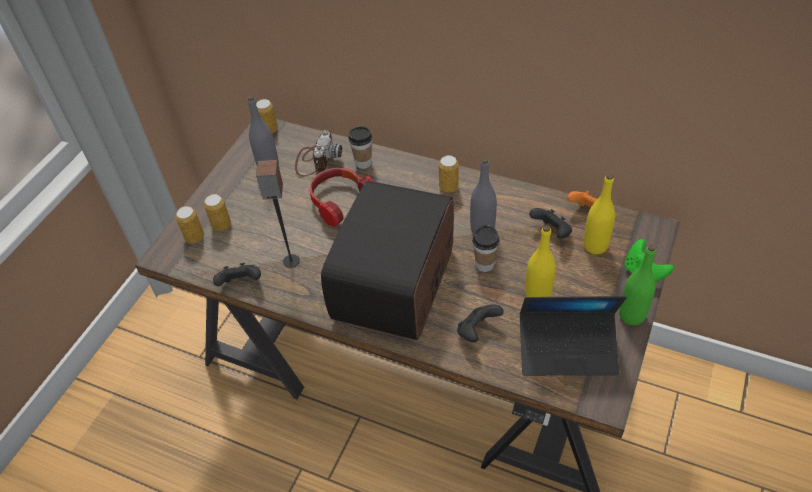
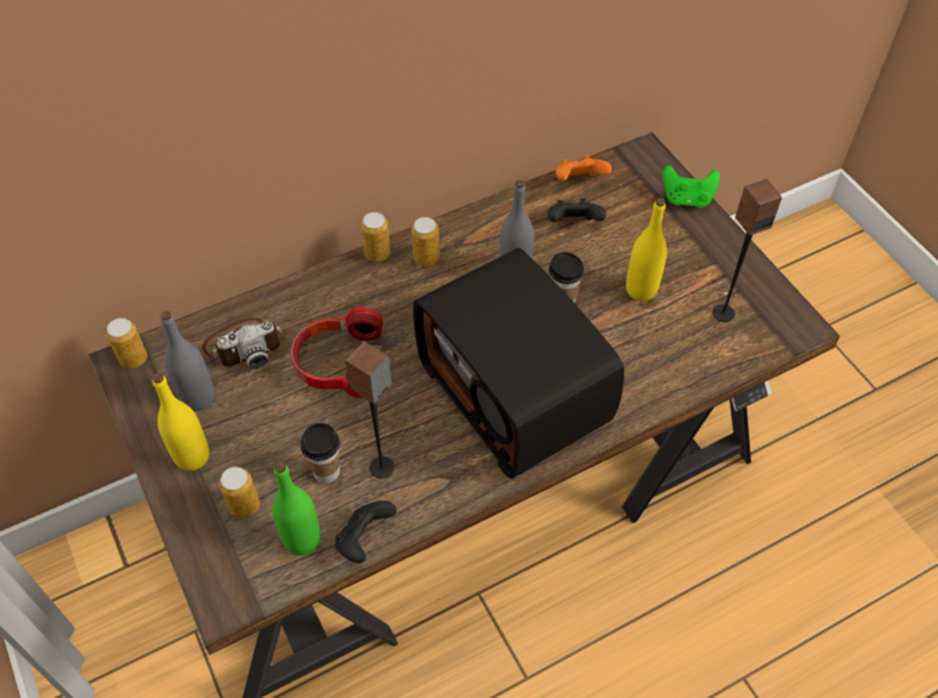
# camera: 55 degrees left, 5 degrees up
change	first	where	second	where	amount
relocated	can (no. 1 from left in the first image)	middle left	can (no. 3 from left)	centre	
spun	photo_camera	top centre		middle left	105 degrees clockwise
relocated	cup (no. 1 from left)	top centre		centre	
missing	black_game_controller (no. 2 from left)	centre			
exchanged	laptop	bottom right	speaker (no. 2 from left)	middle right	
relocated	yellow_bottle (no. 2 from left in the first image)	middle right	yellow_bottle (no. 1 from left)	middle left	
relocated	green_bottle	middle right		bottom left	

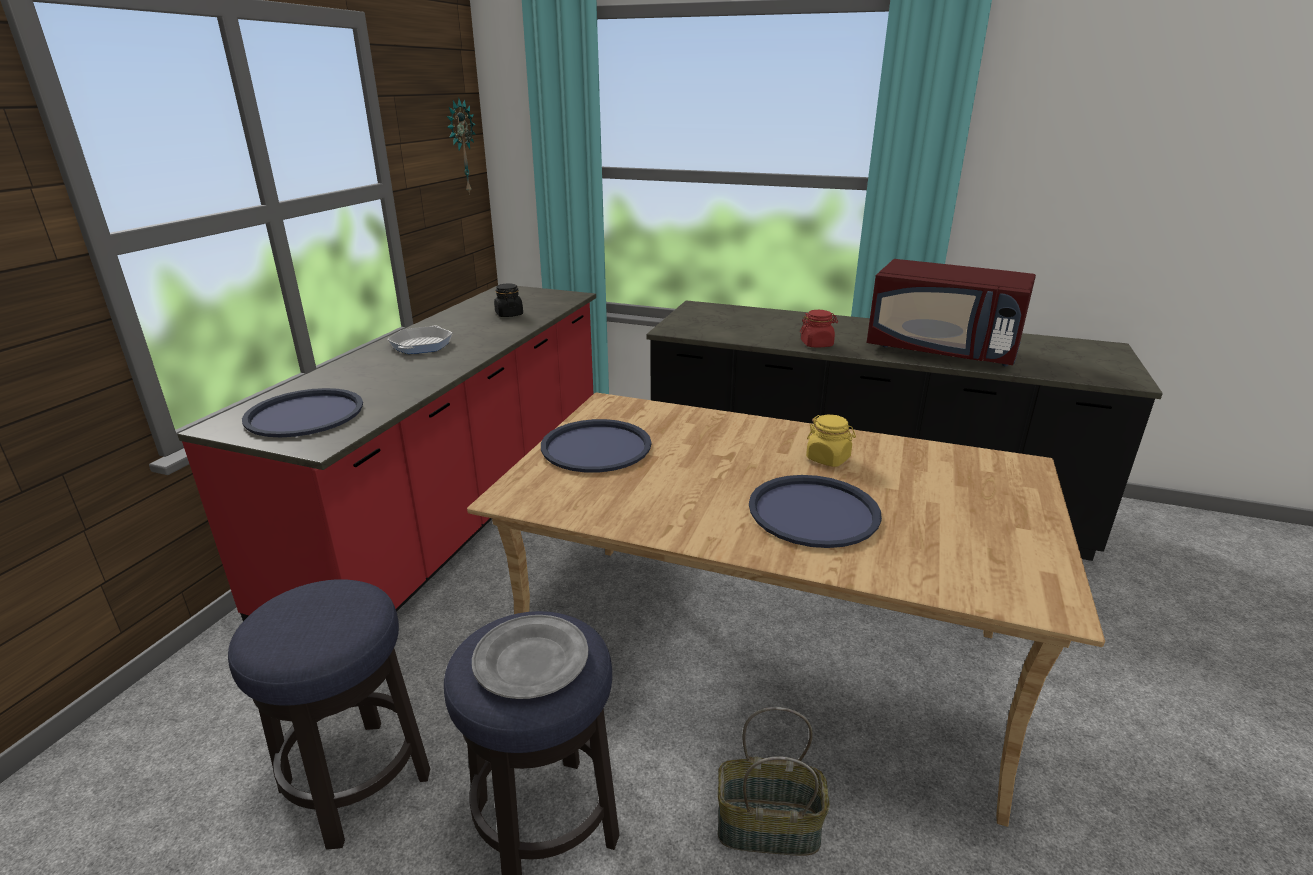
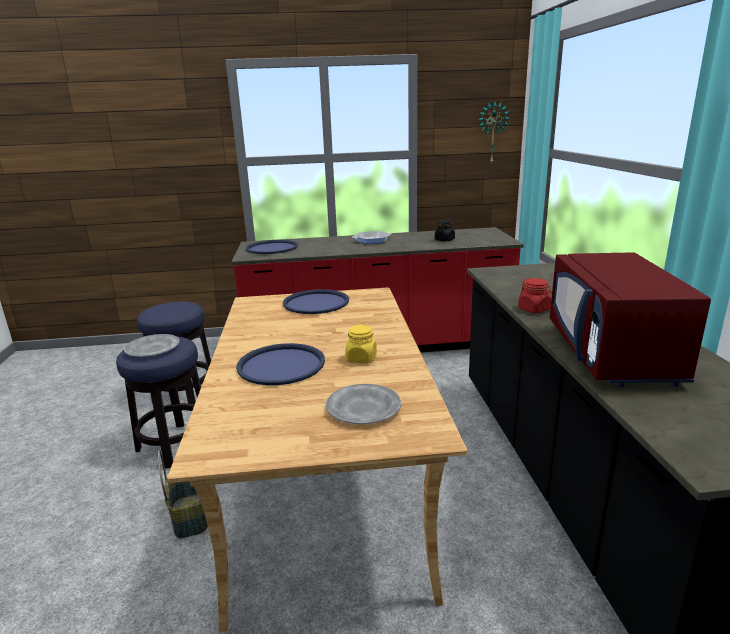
# camera: 65 degrees right, 5 degrees down
change	first	where	second	where	amount
appeared			grey_plate (no. 2 from left)	centre	

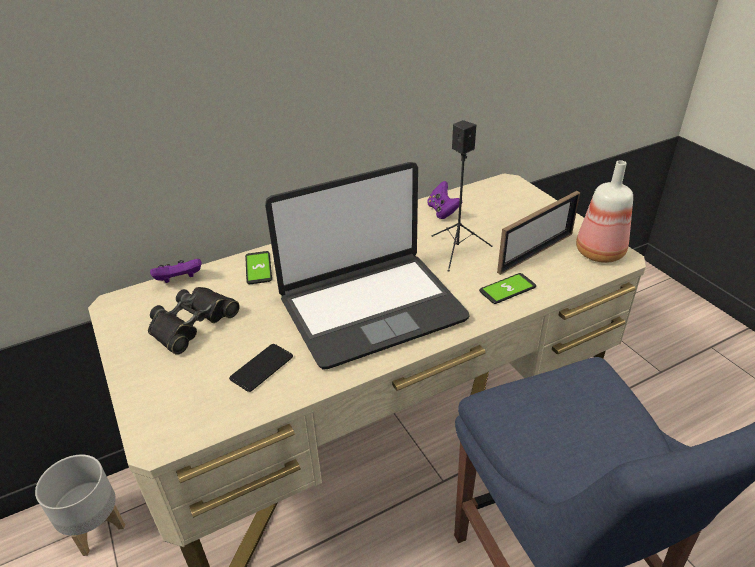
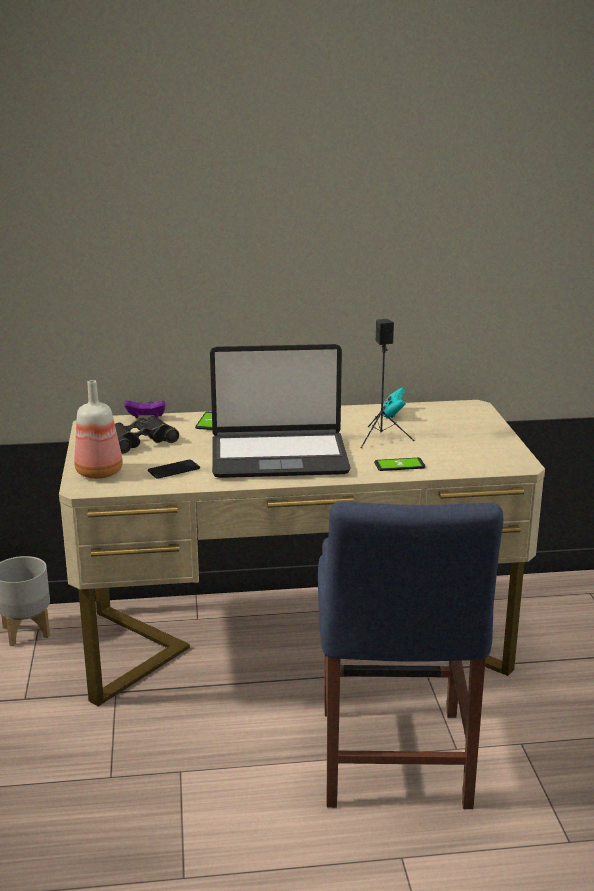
# camera: 20 degrees right, 15 degrees down
change	first	where	second	where	amount
colour	purple_game_controller (no. 2 from left)	centre	turquoise_game_controller	centre	
missing	picture_frame	middle right			
relocated	bottle	middle right		middle left	

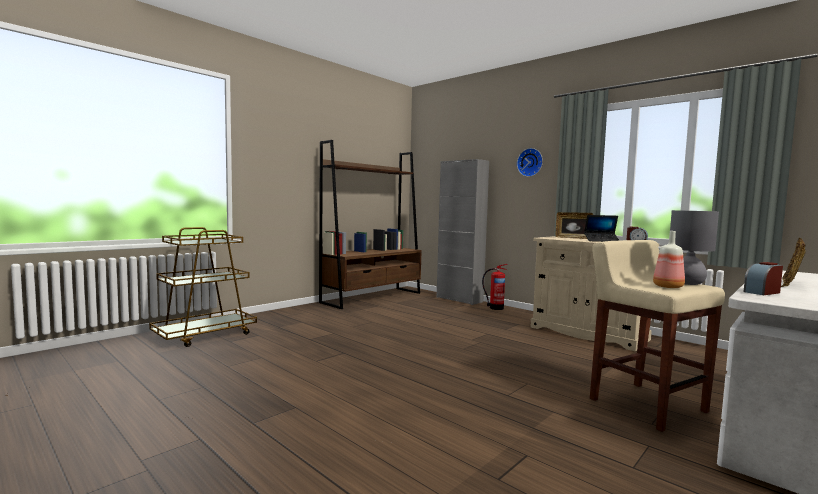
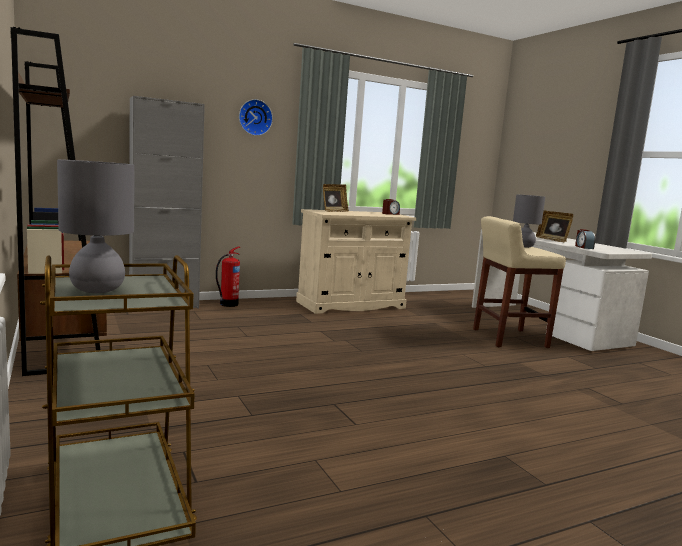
# camera: 70 degrees left, 5 degrees up
change	first	where	second	where	amount
missing	laptop	middle right			
missing	bottle	middle right			
appeared			grey_table_lamp (no. 1 from left)	middle left	

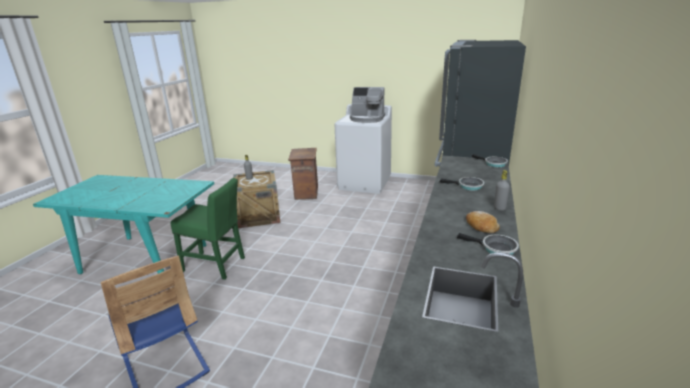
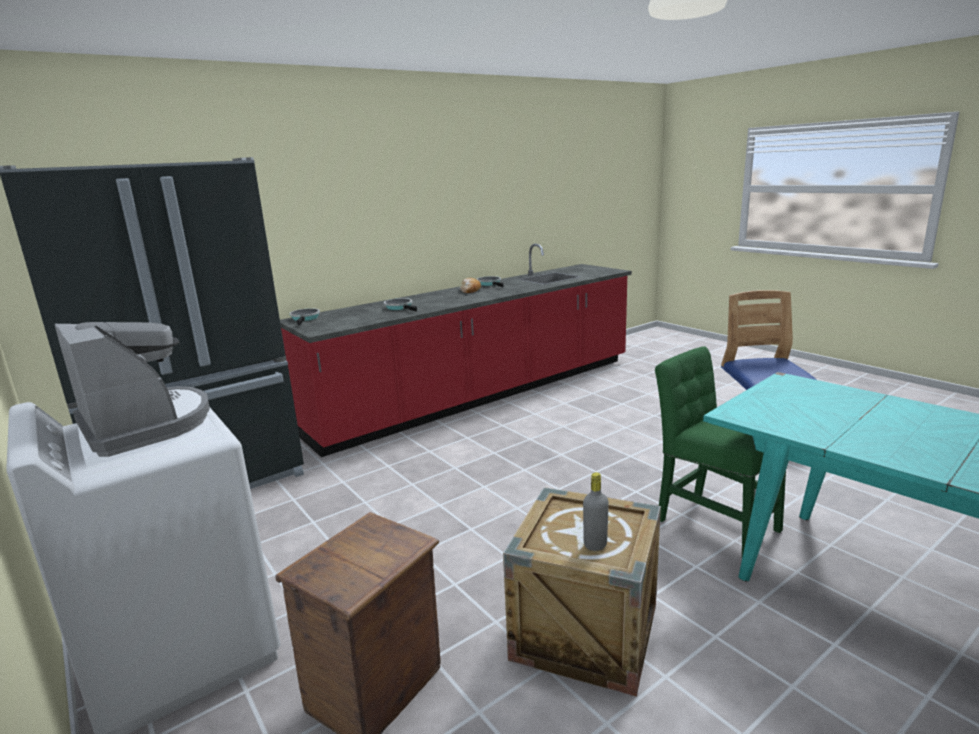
# camera: 145 degrees left, 5 degrees down
change	first	where	second	where	amount
missing	grey_bottle (no. 2 from left)	middle right			

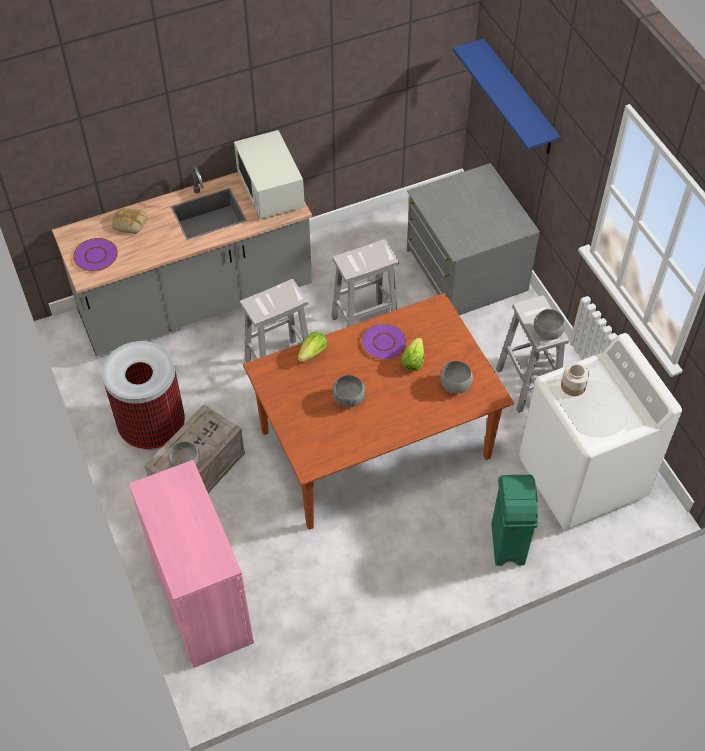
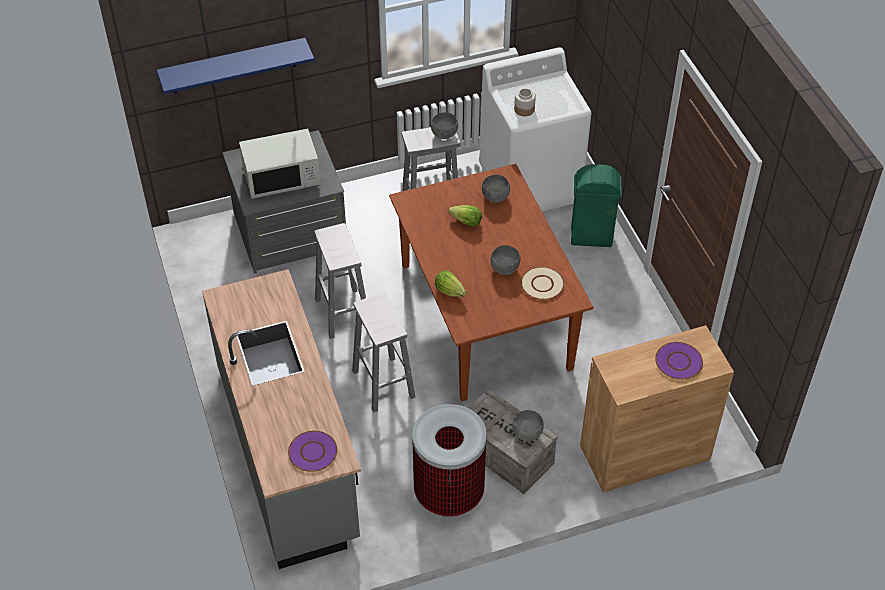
# camera: 85 degrees left, 5 degrees down
change	first	where	second	where	amount
missing	bread	top left			
colour	pink_cabinet	bottom left	brown_cabinet	bottom right	
relocated	white_microwave	top centre		top left	
relocated	purple_plate (no. 2 from left)	centre		middle right	
appeared			beige_plate	centre	

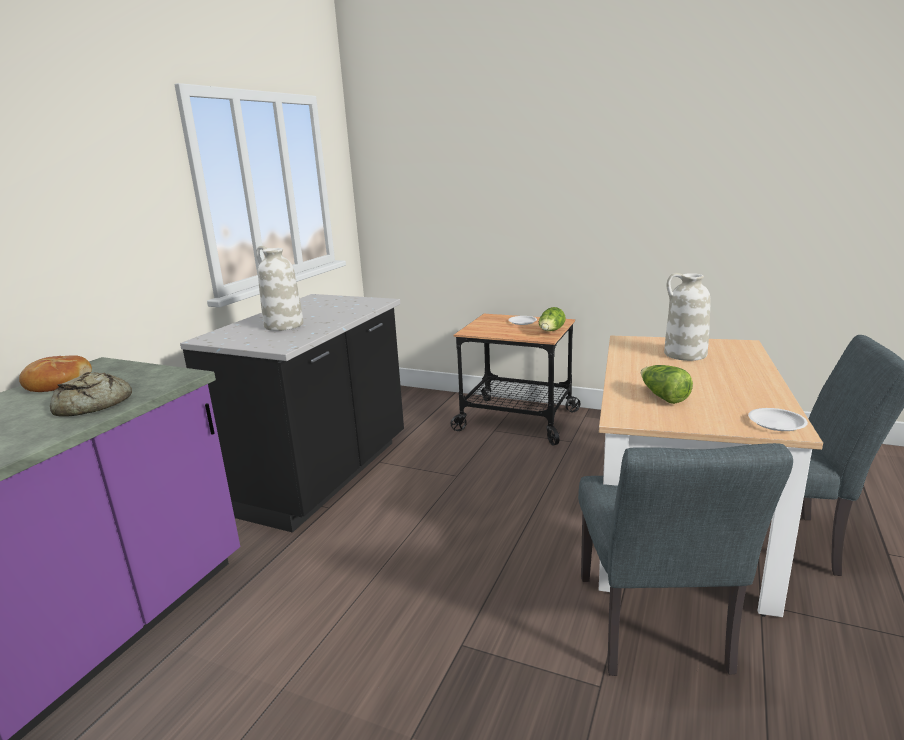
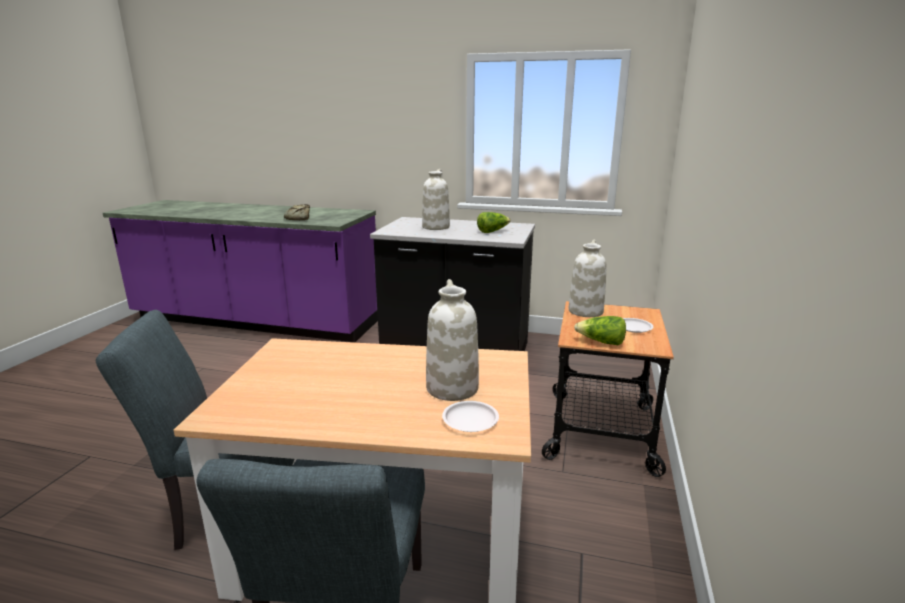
# camera: 80 degrees right, 0 degrees up
change	first	where	second	where	amount
missing	bread (no. 1 from left)	middle left			
relocated	lettuce (no. 2 from left in the first image)	middle right	lettuce (no. 1 from left)	centre	
relocated	white_plate (no. 2 from left in the first image)	middle right	white_plate (no. 1 from left)	bottom centre	
appeared			white_vase (no. 3 from left)	centre	

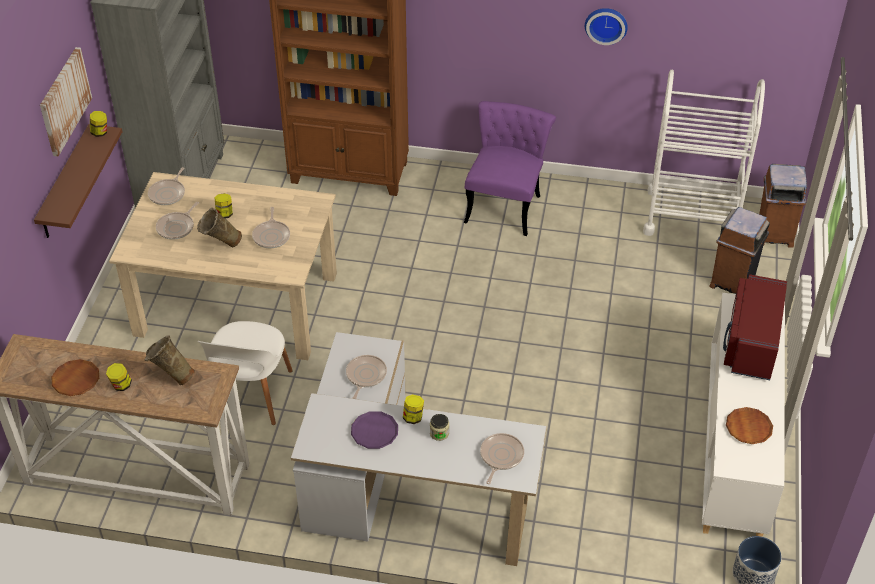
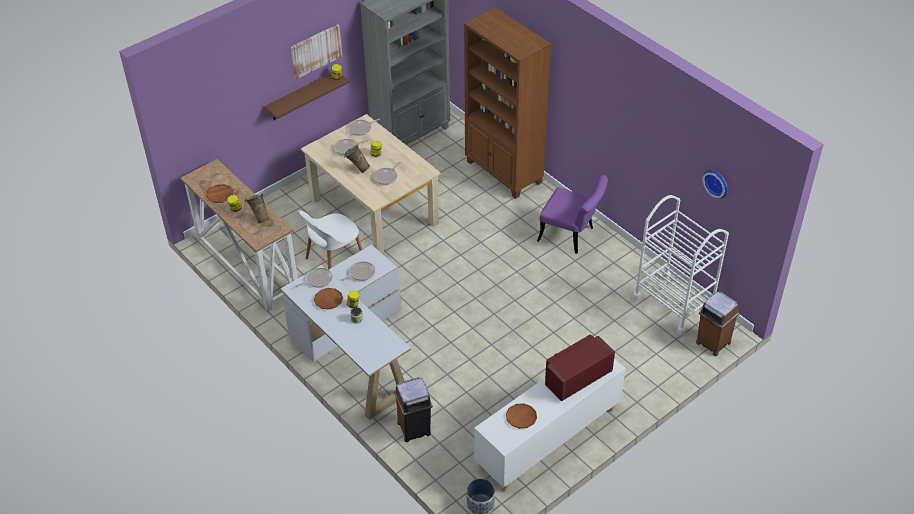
# camera: 40 degrees right, 0 degrees up
change	first	where	second	where	amount
colour	purple_plate	bottom centre	brown_plate (no. 2 from left)	centre	
spun	purple_chair	top centre		centre	60 degrees clockwise
relocated	frying_pan (no. 5 from left in the first image)	bottom centre	frying_pan (no. 1 from left)	centre	
relocated	wall_clock	top right		middle right	
relocated	brown_trash_can (no. 1 from left)	middle right		bottom centre	

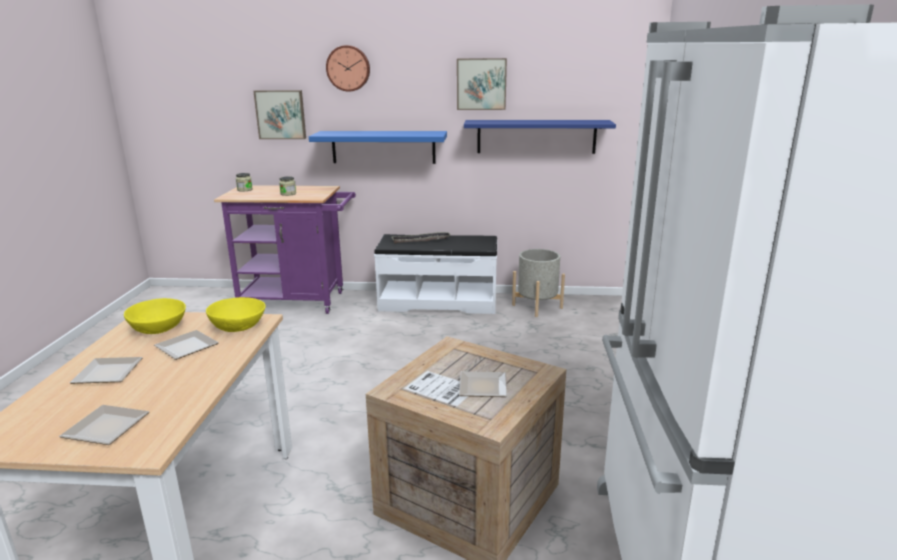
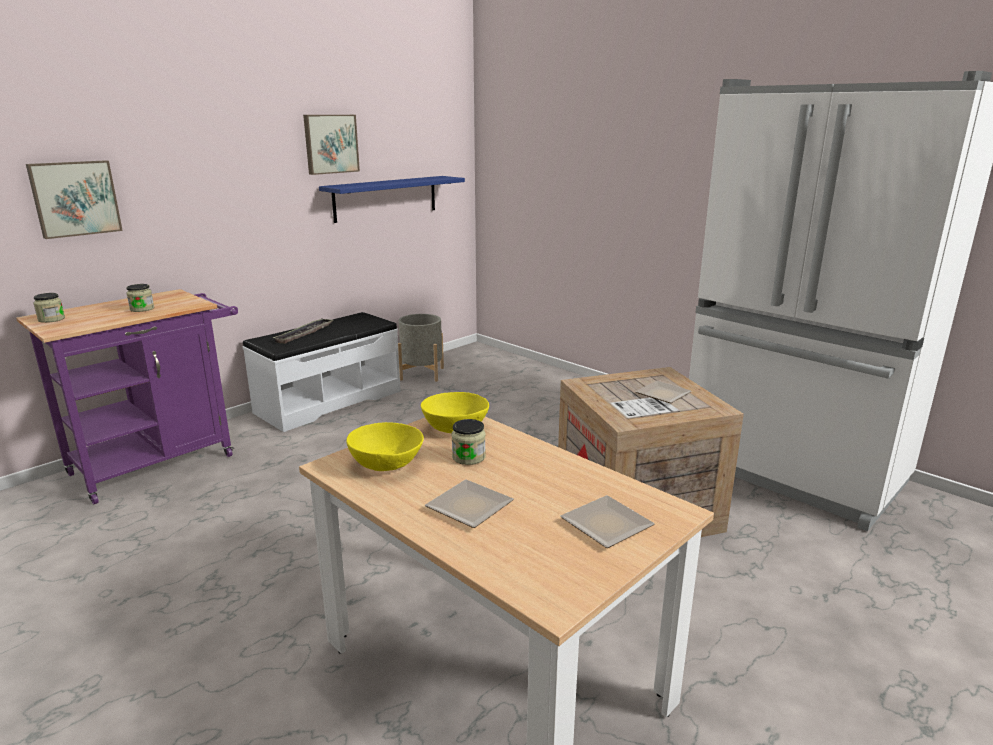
# camera: 50 degrees left, 0 degrees up
change	first	where	second	where	amount
exchanged	plate (no. 3 from left)	middle left	jar (no. 3 from left)	centre	
missing	blue_shelf (no. 1 from left)	top centre			
missing	wall_clock	top centre			

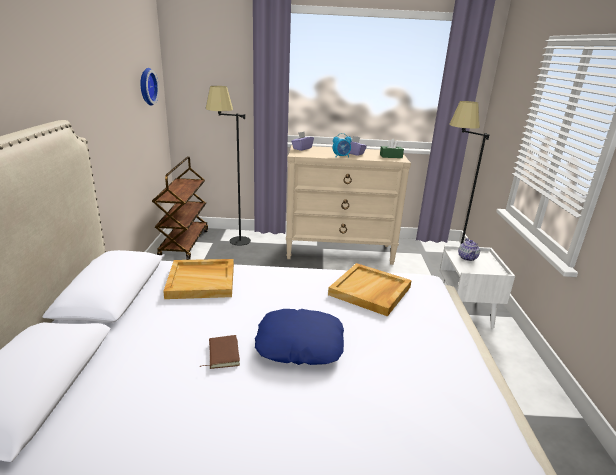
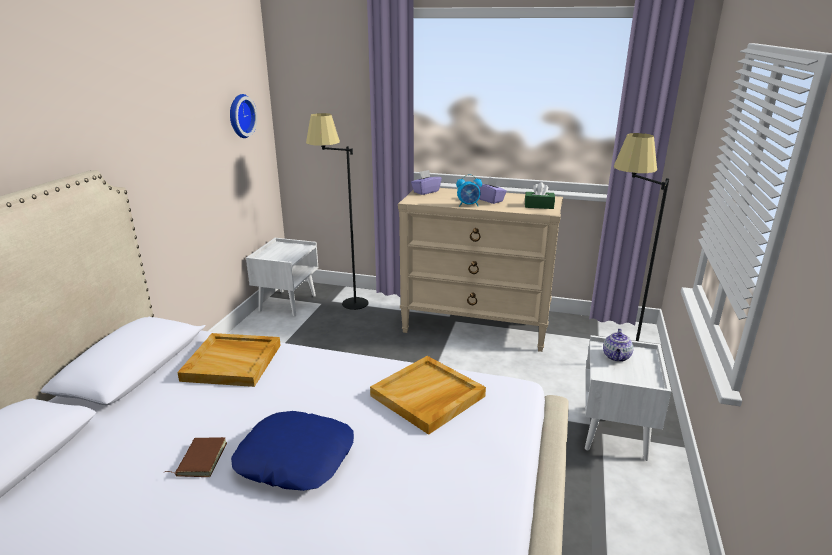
# camera: 15 degrees right, 0 degrees up
change	first	where	second	where	amount
exchanged	brown_cart	middle left	white_nightstand (no. 1 from left)	centre	

